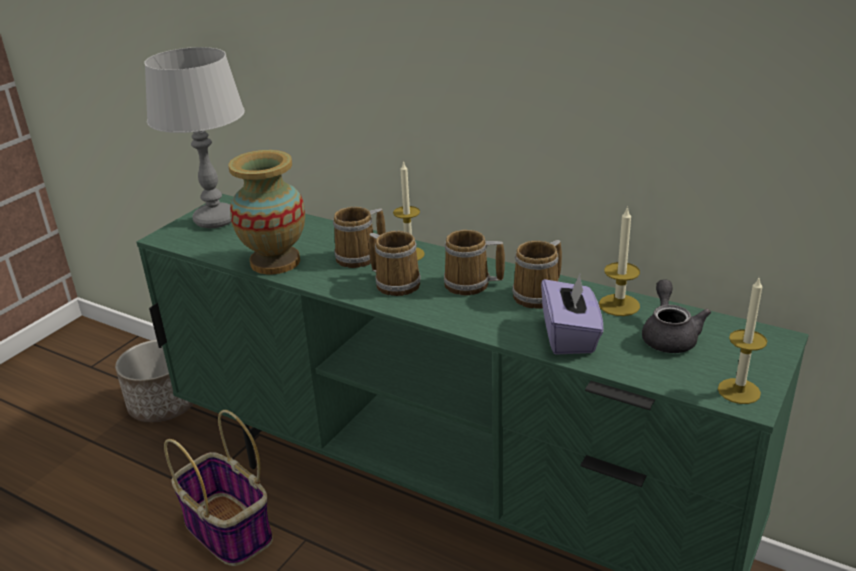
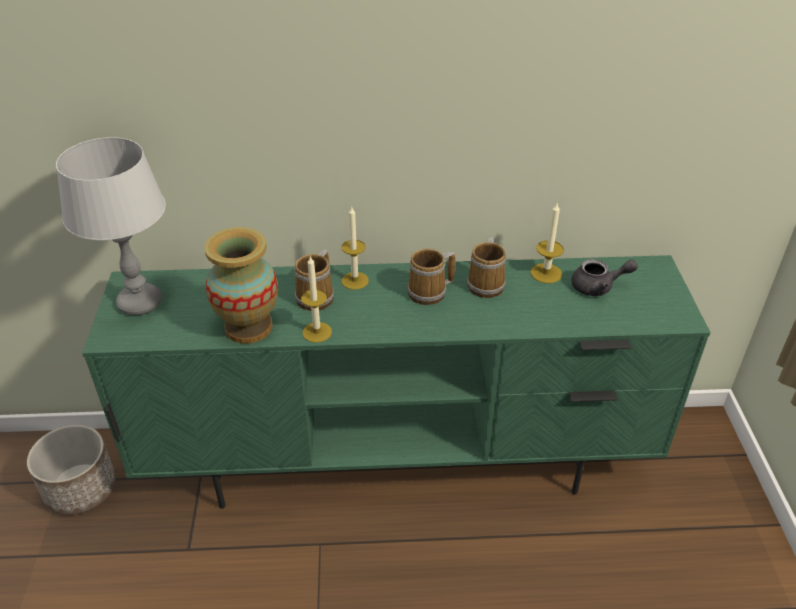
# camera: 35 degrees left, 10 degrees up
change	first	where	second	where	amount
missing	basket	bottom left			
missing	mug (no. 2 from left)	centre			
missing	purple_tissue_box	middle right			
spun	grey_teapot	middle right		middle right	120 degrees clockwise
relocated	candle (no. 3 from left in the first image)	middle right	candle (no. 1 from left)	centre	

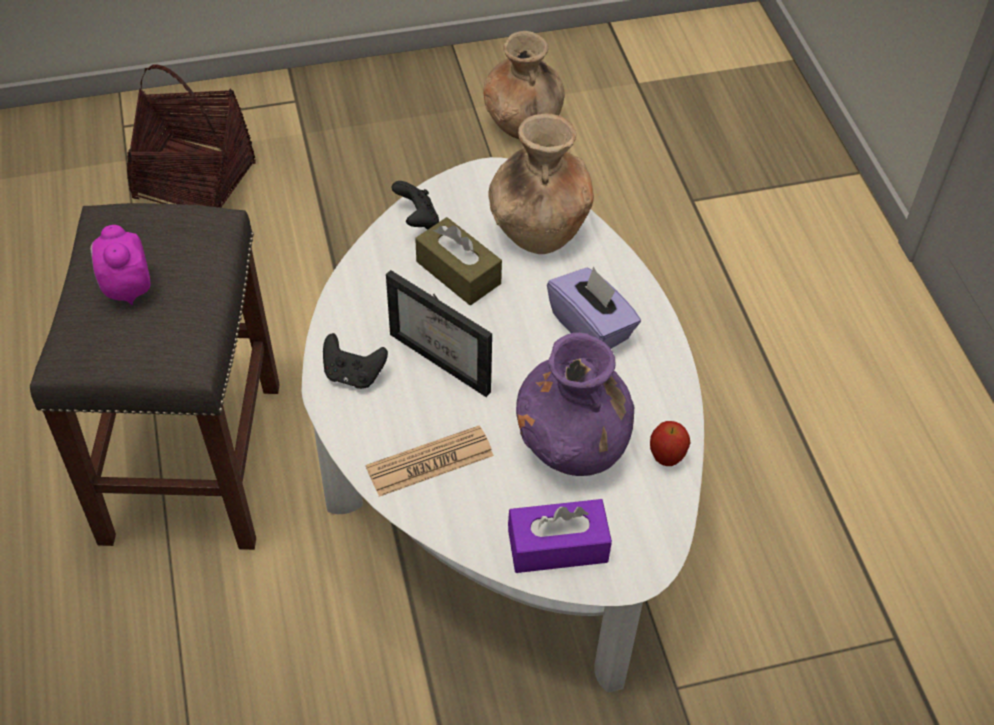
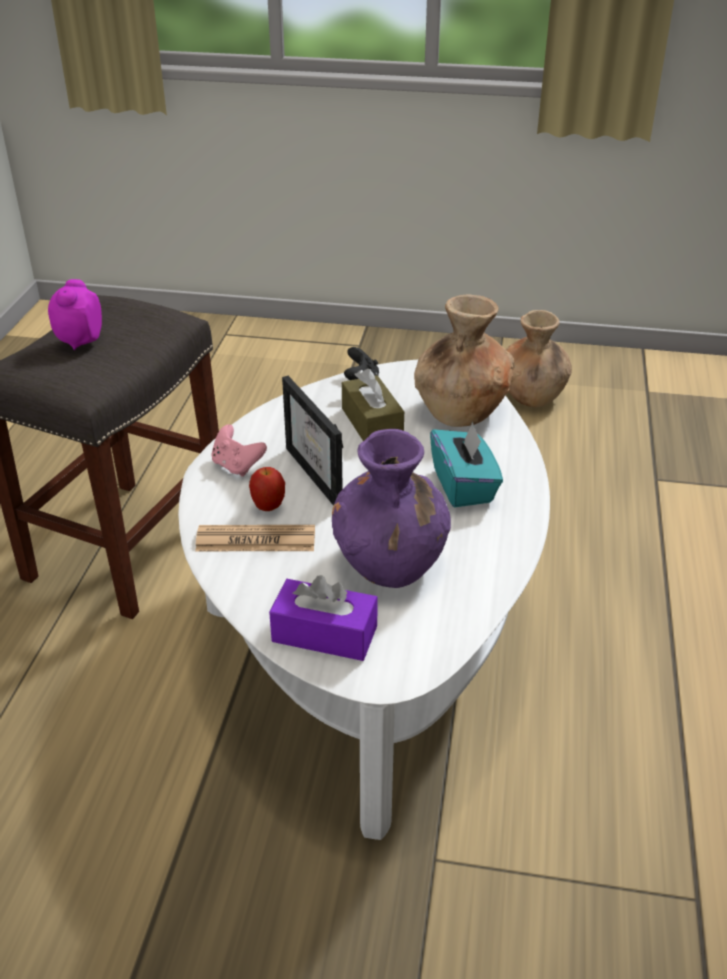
# camera: 25 degrees right, 15 degrees down
change	first	where	second	where	amount
missing	basket	top left			
colour	black_game_controller (no. 1 from left)	centre	pink_game_controller	middle left	
colour	purple_tissue_box (no. 2 from left)	centre	turquoise_tissue_box	centre	
relocated	apple	middle right		centre	

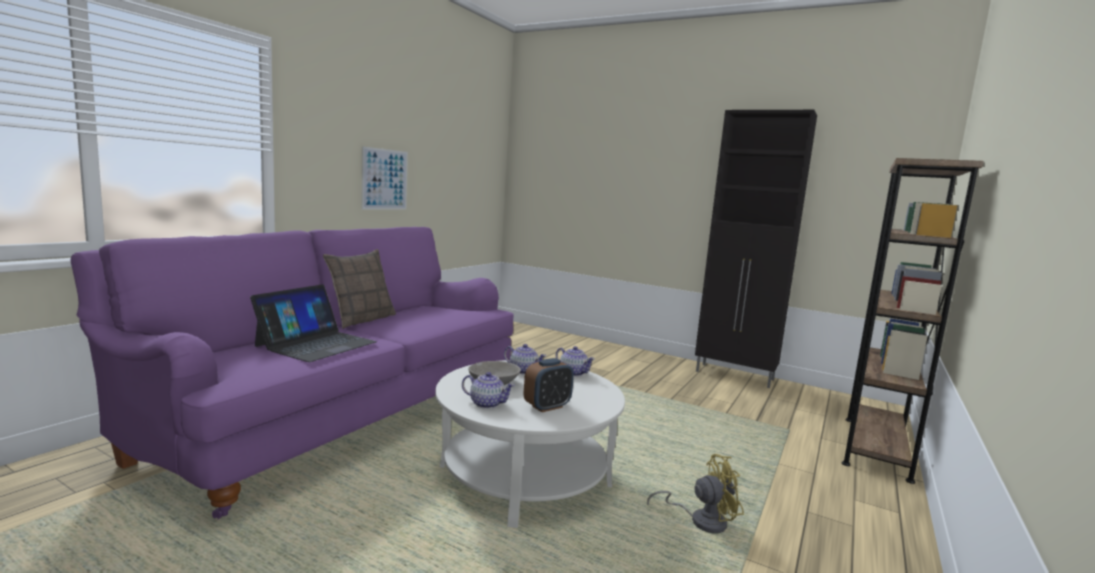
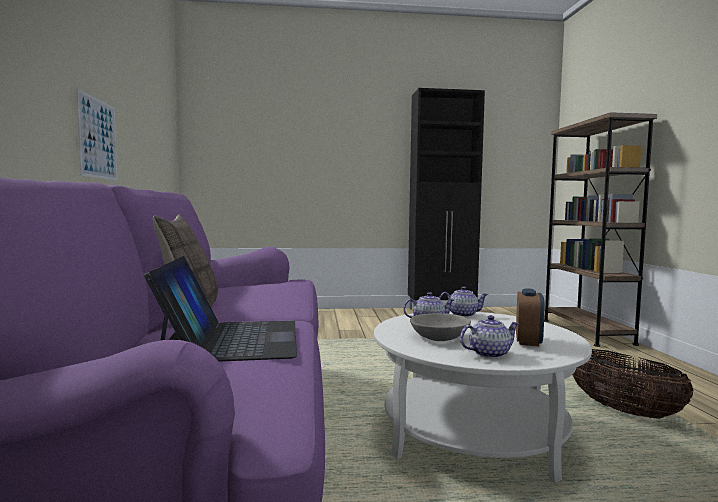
# camera: 35 degrees left, 5 degrees down
change	first	where	second	where	amount
exchanged	yellow_fan	bottom centre	basket	bottom right	

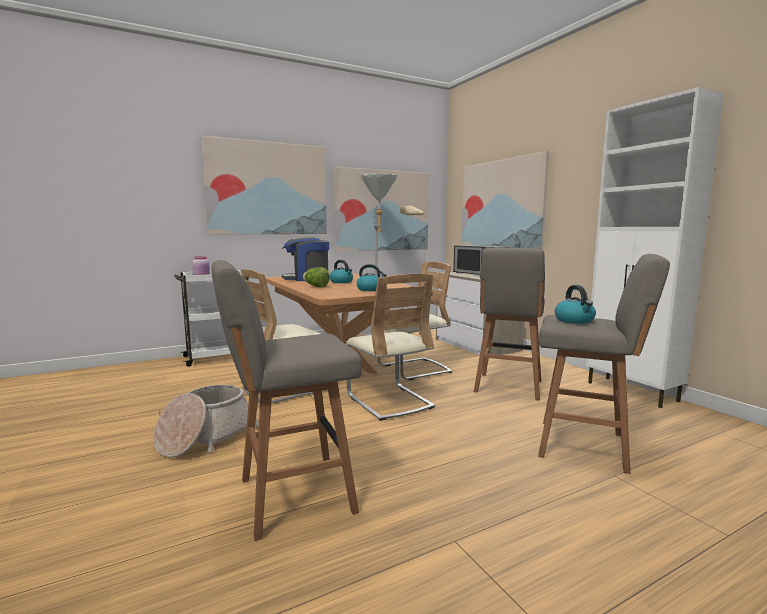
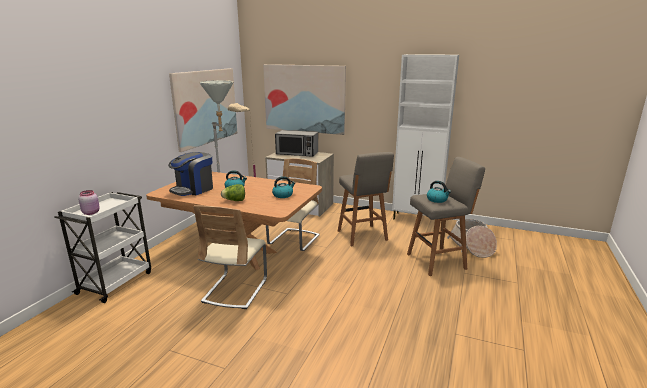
# camera: 40 degrees left, 10 degrees up
change	first	where	second	where	amount
relocated	basket	bottom left		middle right	
missing	picture (no. 1 from left)	top centre			
missing	grey_stool (no. 1 from left)	centre			
missing	beige_chair (no. 2 from left)	centre			

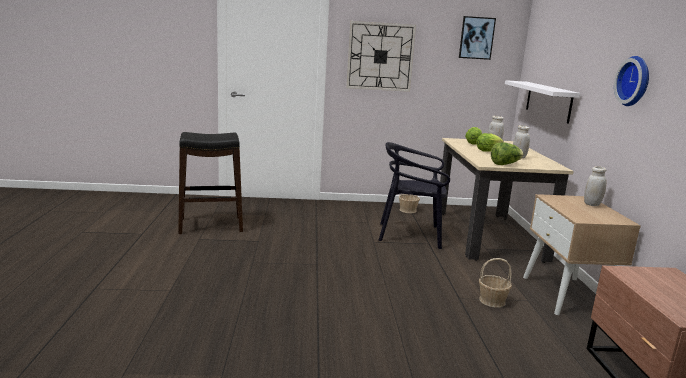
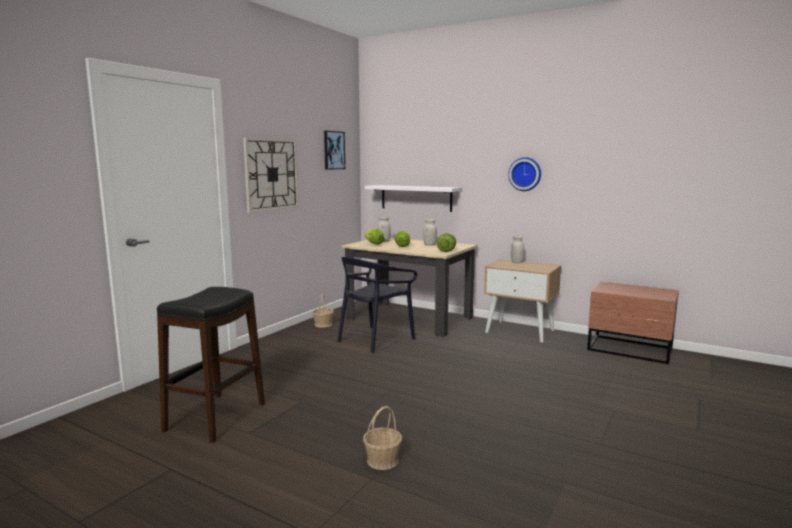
# camera: 55 degrees left, 5 degrees down
change	first	where	second	where	amount
relocated	basket (no. 2 from left)	bottom right		bottom centre	

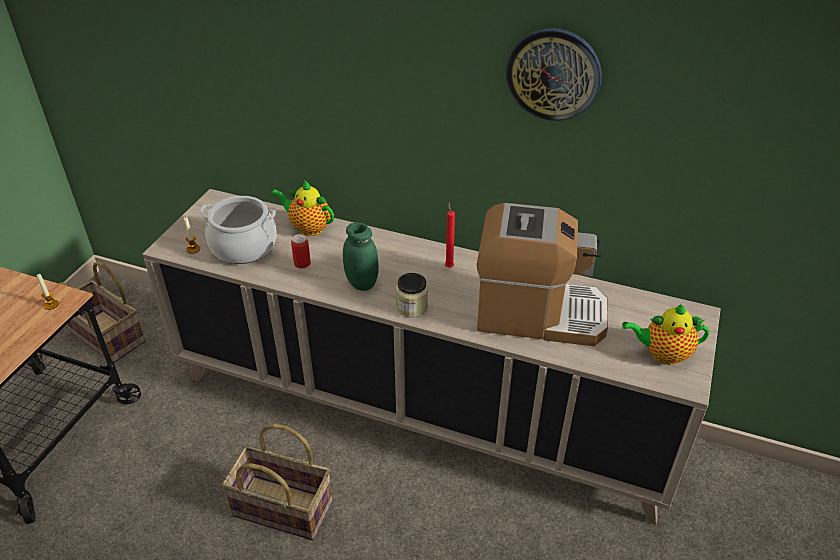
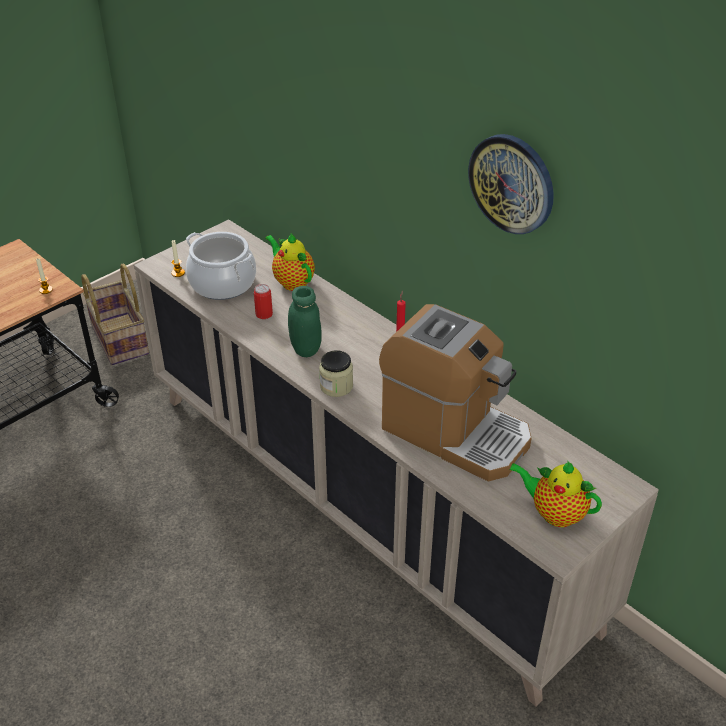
# camera: 25 degrees right, 0 degrees up
change	first	where	second	where	amount
missing	basket (no. 2 from left)	bottom left			

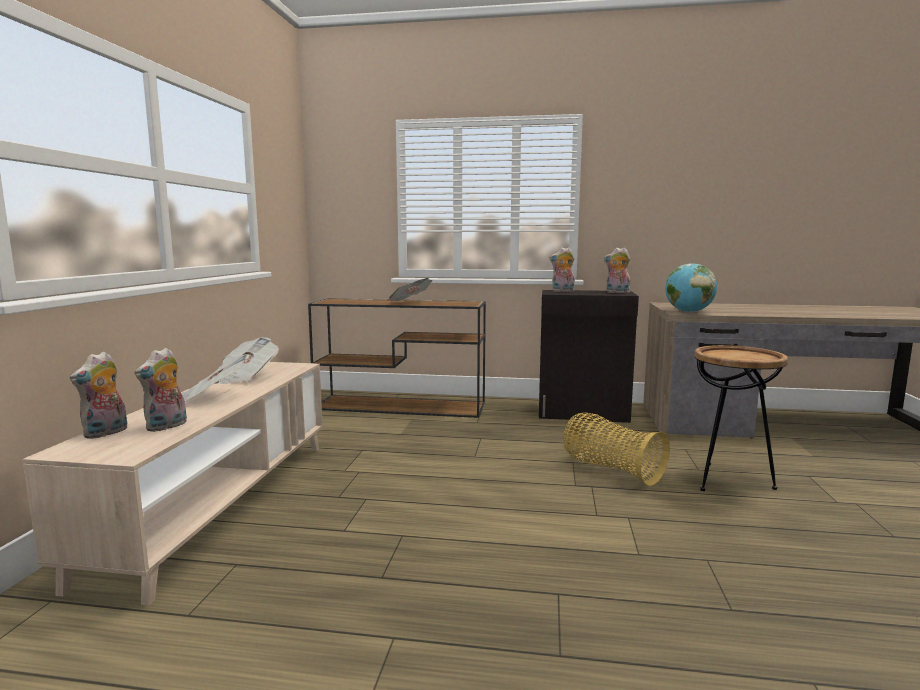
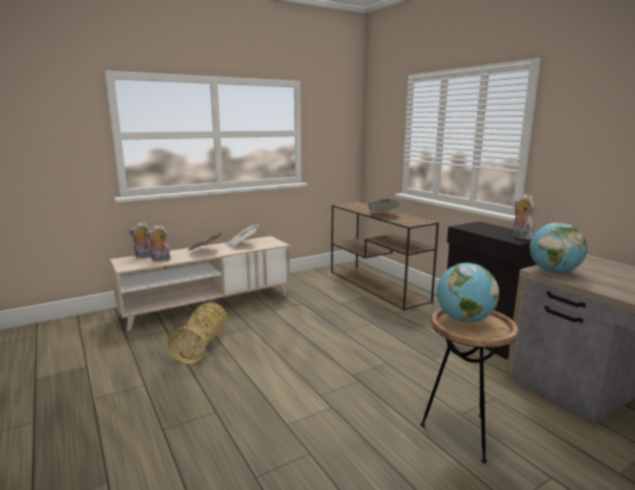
# camera: 50 degrees right, 5 degrees up
change	first	where	second	where	amount
missing	plush_toy (no. 3 from left)	centre			
relocated	basket	middle right		bottom left	
appeared			globe (no. 1 from left)	middle right	

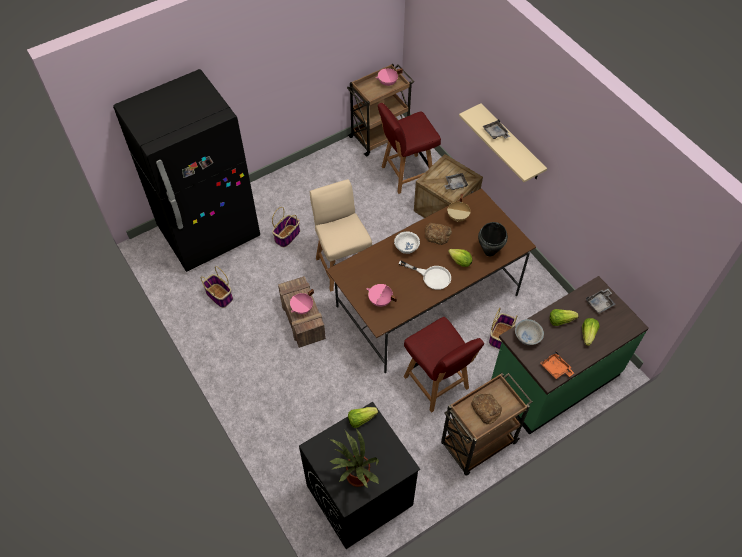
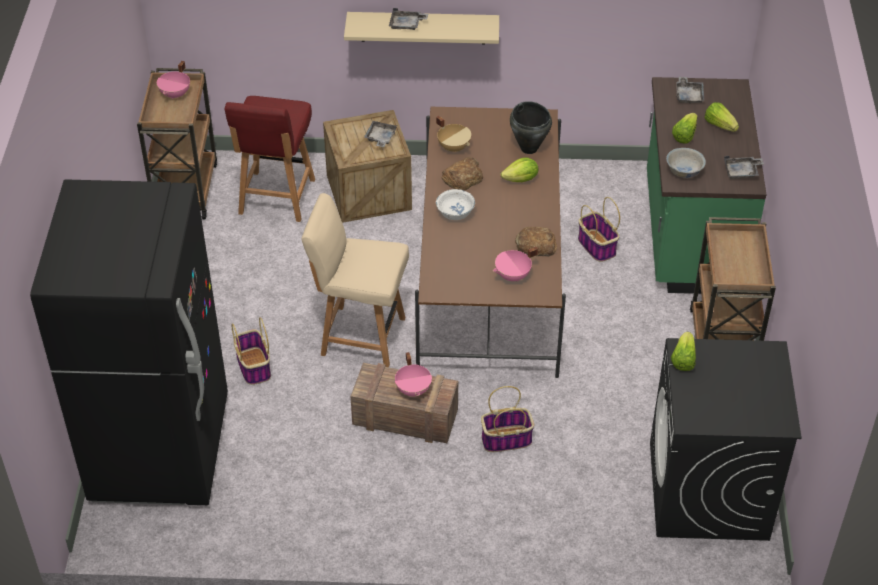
# camera: 55 degrees left, 10 degrees down
change	first	where	second	where	amount
relocated	basket (no. 1 from left in the first image)	middle left	basket (no. 2 from left)	bottom centre	
missing	potted_plant	bottom centre			
missing	white_frying_pan	centre			
missing	red_chair (no. 2 from left)	centre			
relocated	bread (no. 2 from left)	bottom centre		centre	
colour	orange_tray	middle right	grey_tray (no. 4 from left)	top right	

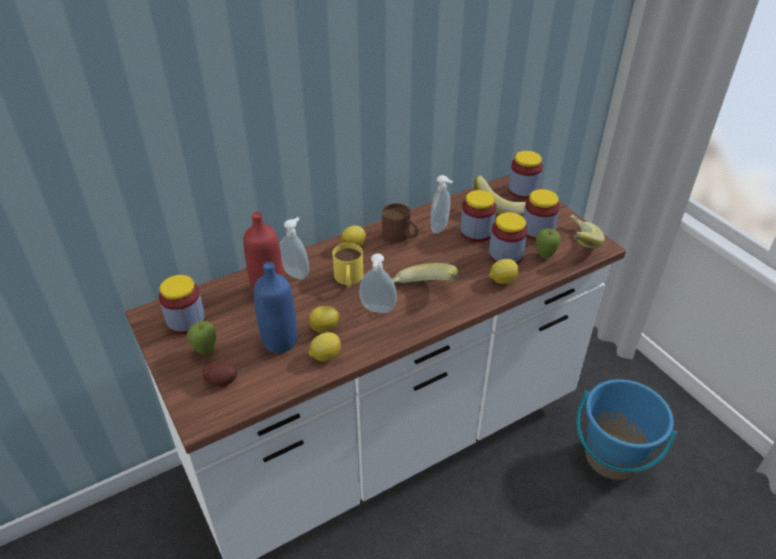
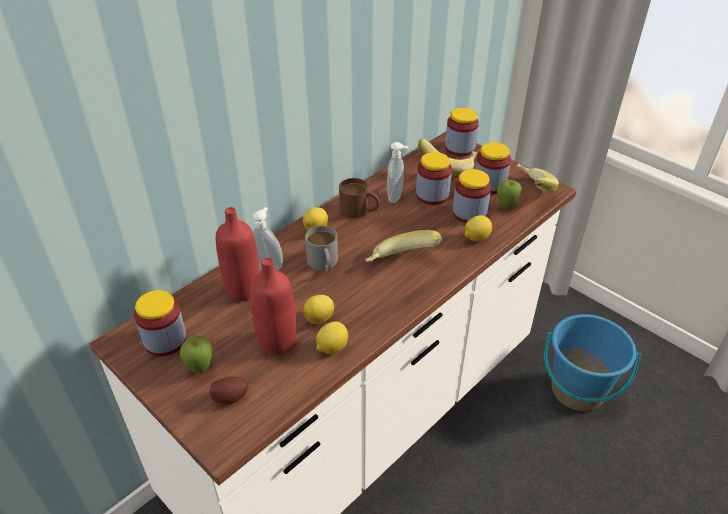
# camera: 15 degrees left, 0 degrees up
change	first	where	second	where	amount
colour	blue_bottle	centre	red_bottle (no. 2 from left)	centre	
colour	yellow_mug	centre	grey_mug	centre	
missing	soap_dispenser (no. 2 from left)	centre			

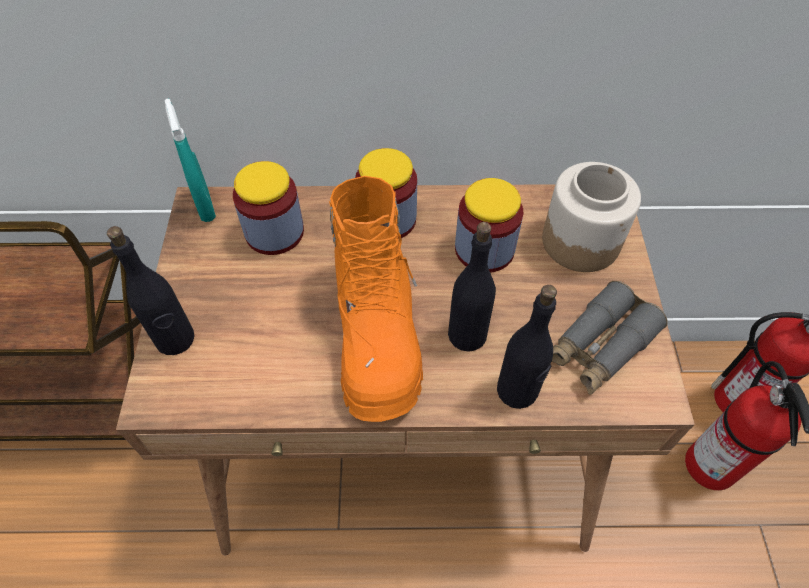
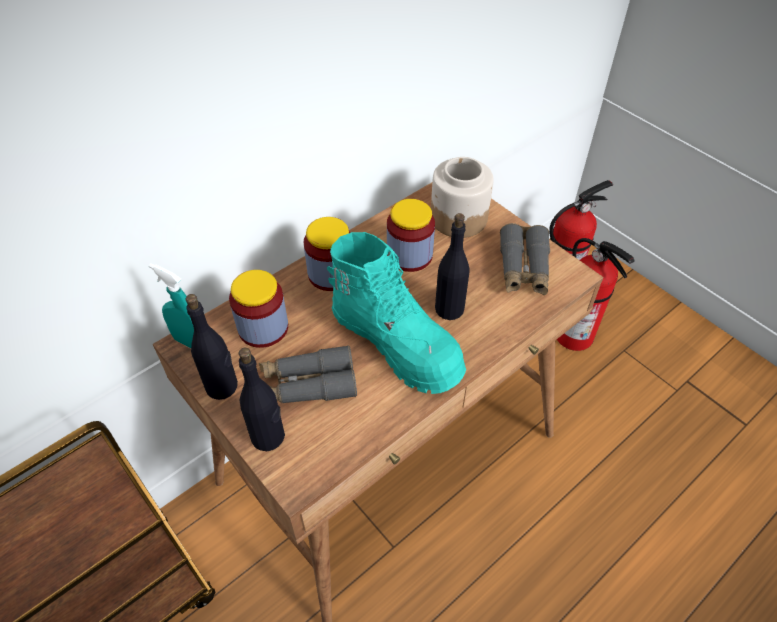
# camera: 40 degrees left, 5 degrees down
change	first	where	second	where	amount
colour	orange_boot	centre	turquoise_boot	centre	
relocated	black_bottle (no. 3 from left in the first image)	centre	black_bottle (no. 1 from left)	middle left	
appeared			grey_binoculars (no. 1 from left)	centre	

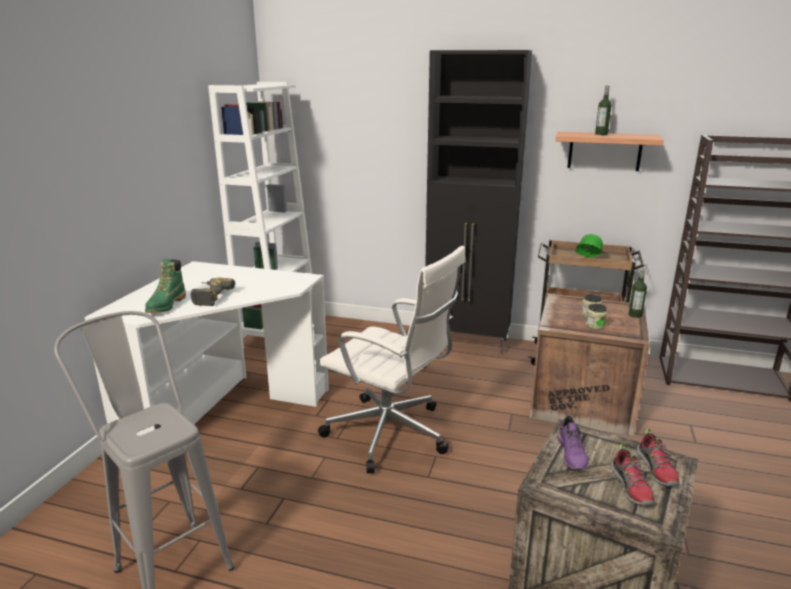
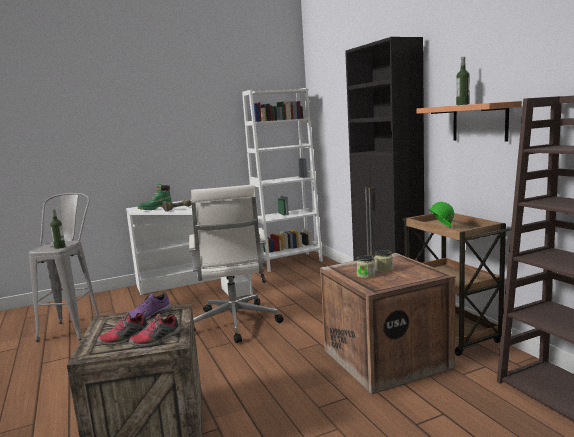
# camera: 50 degrees right, 10 degrees down
change	first	where	second	where	amount
relocated	bottle (no. 2 from left in the first image)	middle right	bottle (no. 1 from left)	middle left	

